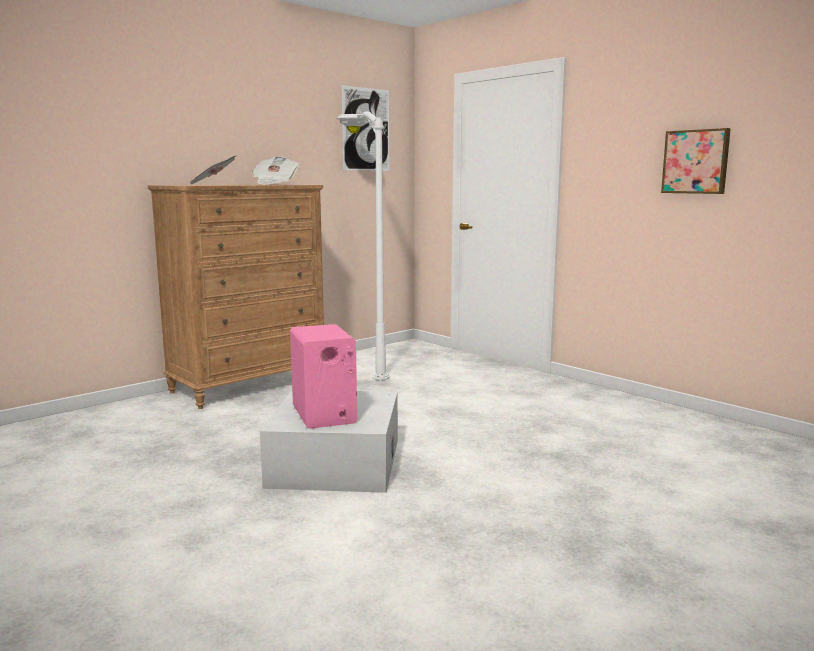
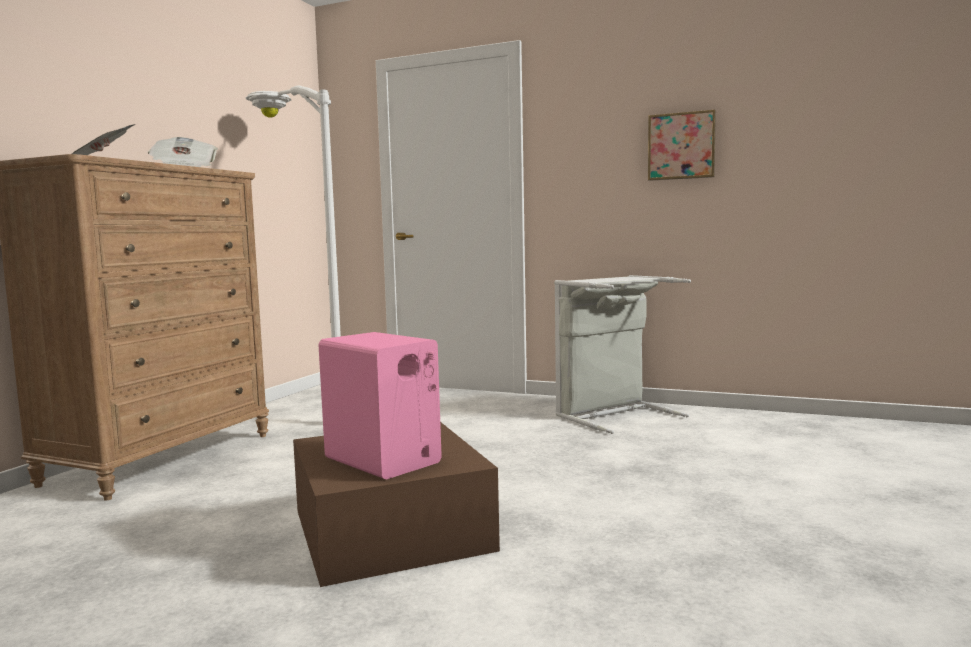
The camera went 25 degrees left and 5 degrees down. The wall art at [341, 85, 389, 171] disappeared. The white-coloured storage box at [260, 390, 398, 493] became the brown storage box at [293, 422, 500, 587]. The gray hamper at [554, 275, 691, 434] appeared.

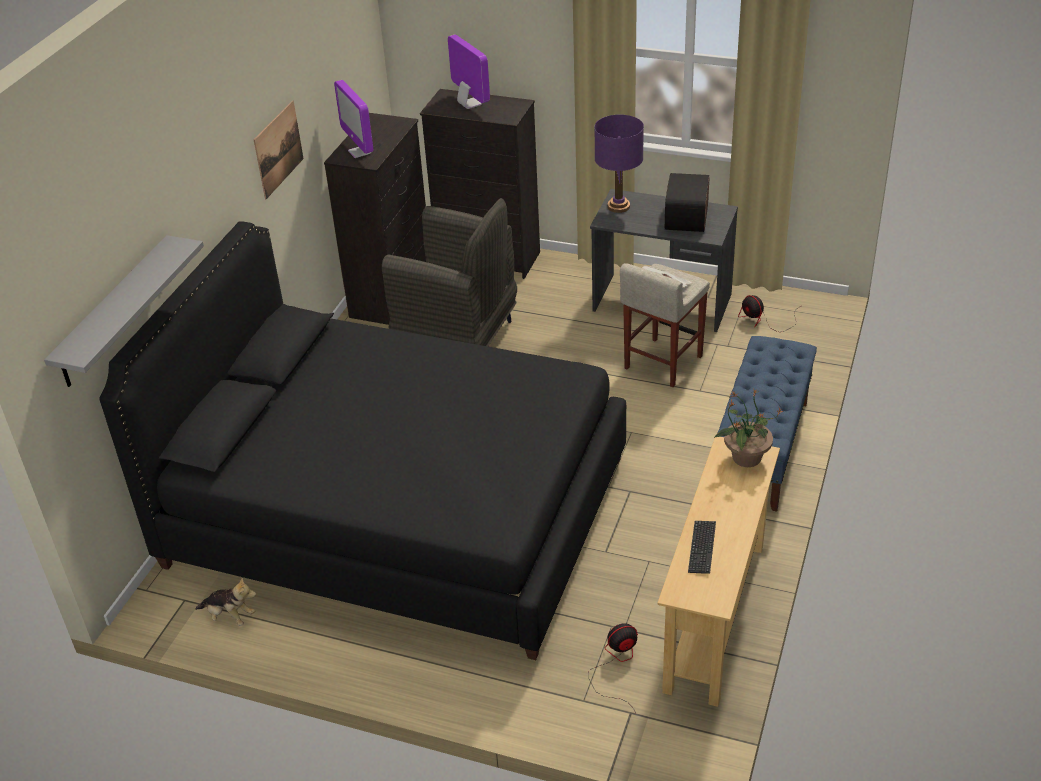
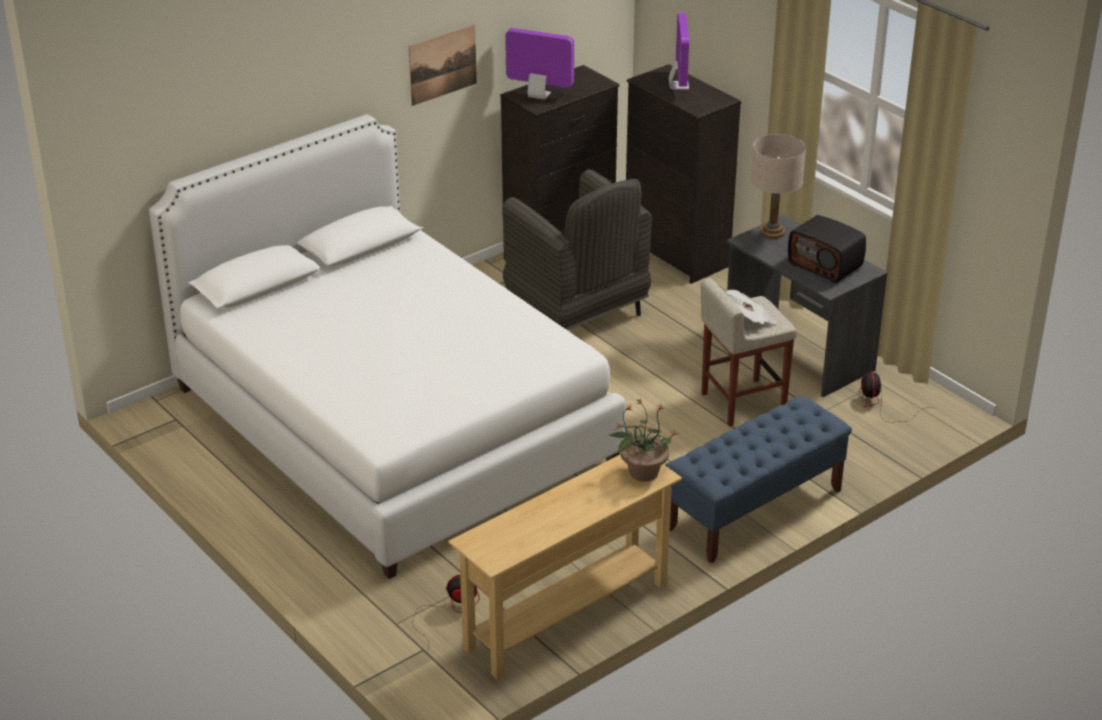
The camera went 30 degrees right and 5 degrees down. The monitor at [334, 80, 373, 158] turned 105 degrees clockwise. The purple-coloured lamp for a table at [594, 115, 644, 213] became the beige-coloured lamp for a table at [751, 134, 806, 239]. The radio at [665, 173, 710, 232] turned 90 degrees counterclockwise. The blackish sleeping bed at [99, 221, 626, 660] became the white-coloured sleeping bed at [149, 114, 626, 579]. The gray shelf at [44, 235, 204, 387] disappeared. The keyboard at [688, 521, 716, 574] disappeared. The plush toy at [195, 577, 256, 626] disappeared.

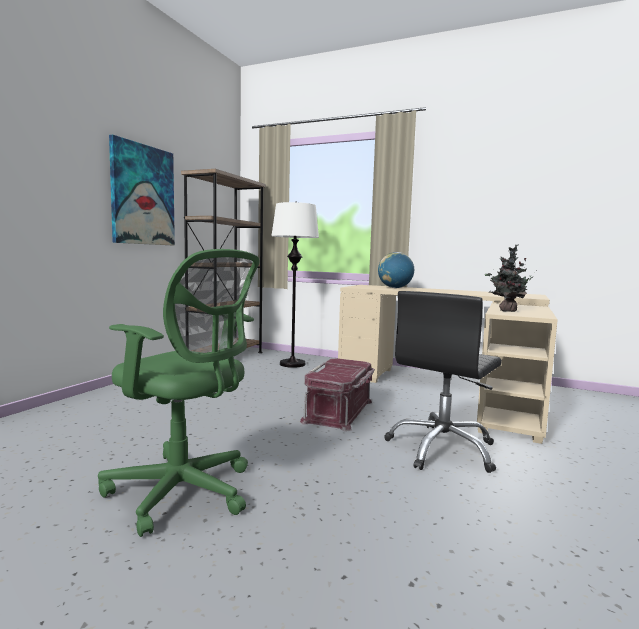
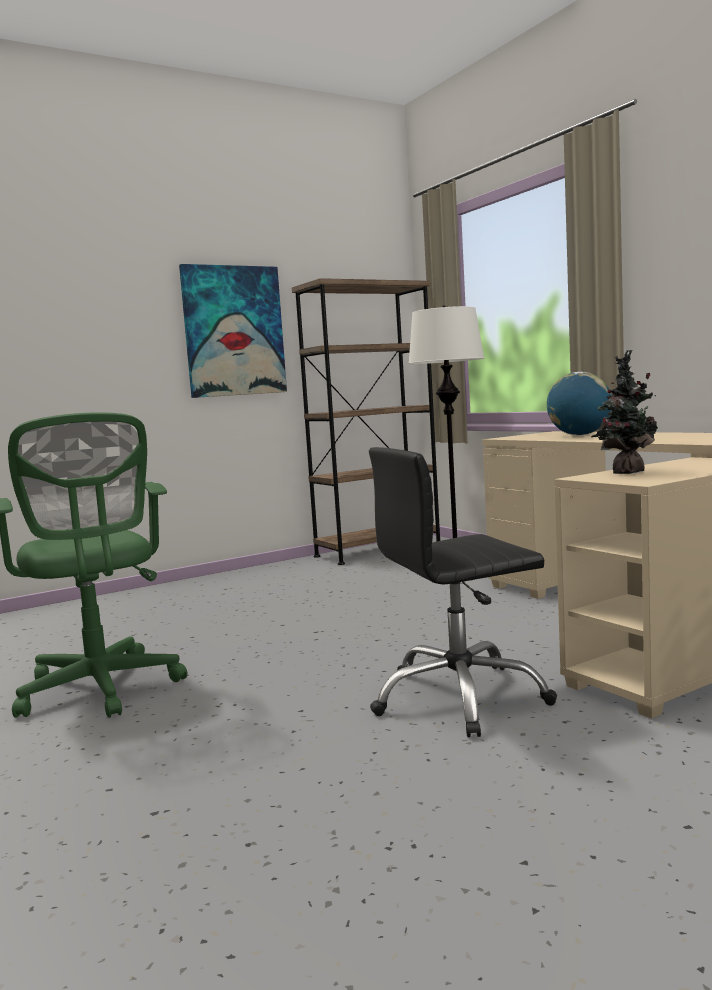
The camera went 35 degrees right and 0 degrees up. The red storage box at [300, 358, 375, 431] disappeared.

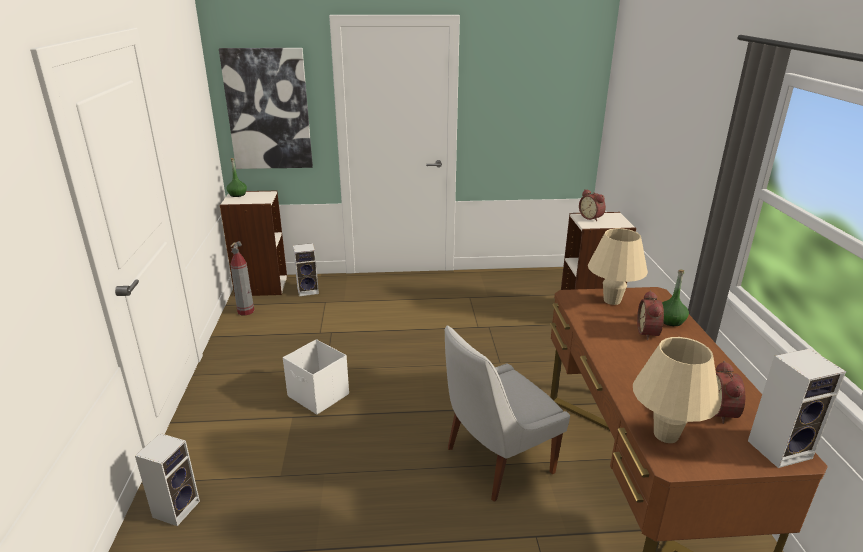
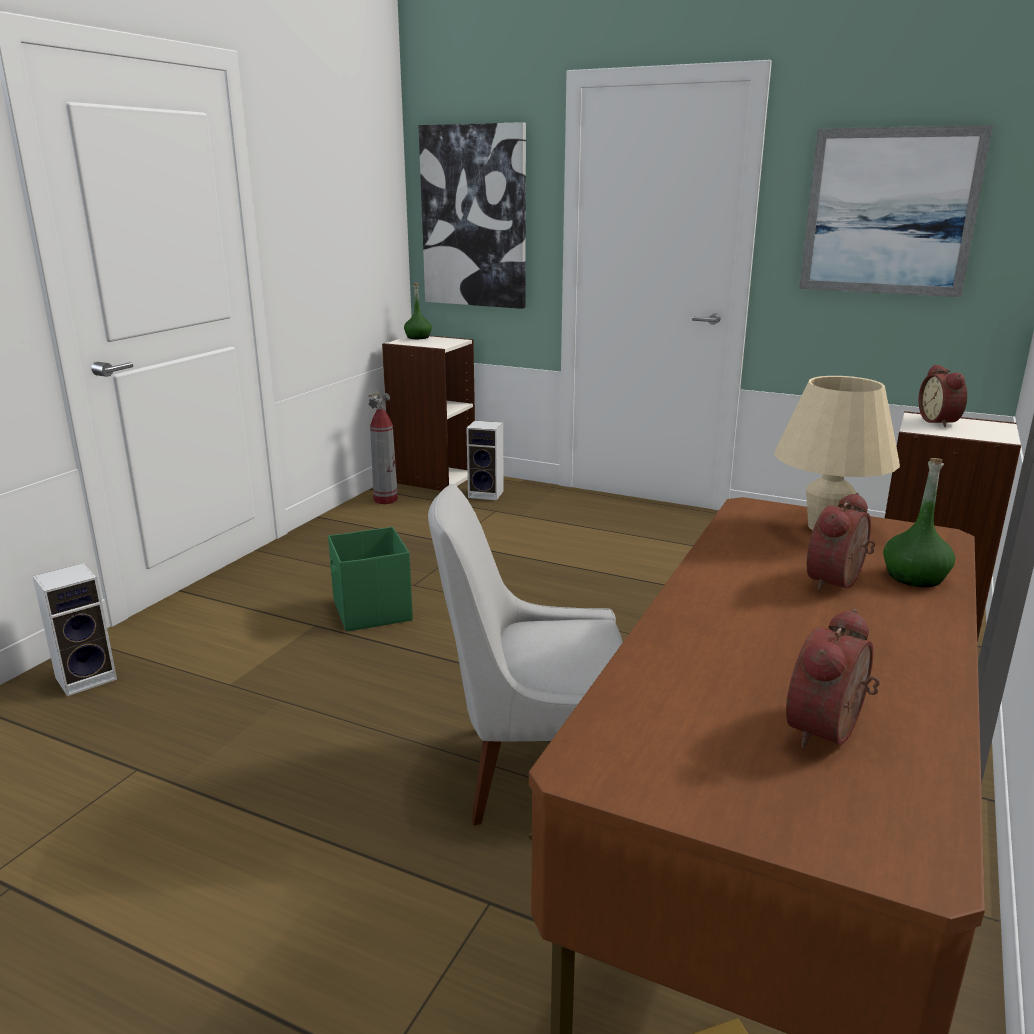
The camera went 30 degrees right and 5 degrees down. The beige-coloured lamp for a table at [633, 337, 721, 443] disappeared. The white-coloured storage box at [283, 339, 349, 415] became the green-coloured storage box at [328, 527, 413, 632]. The loudspeaker at [748, 349, 846, 468] disappeared. The wall art at [799, 125, 993, 297] appeared.

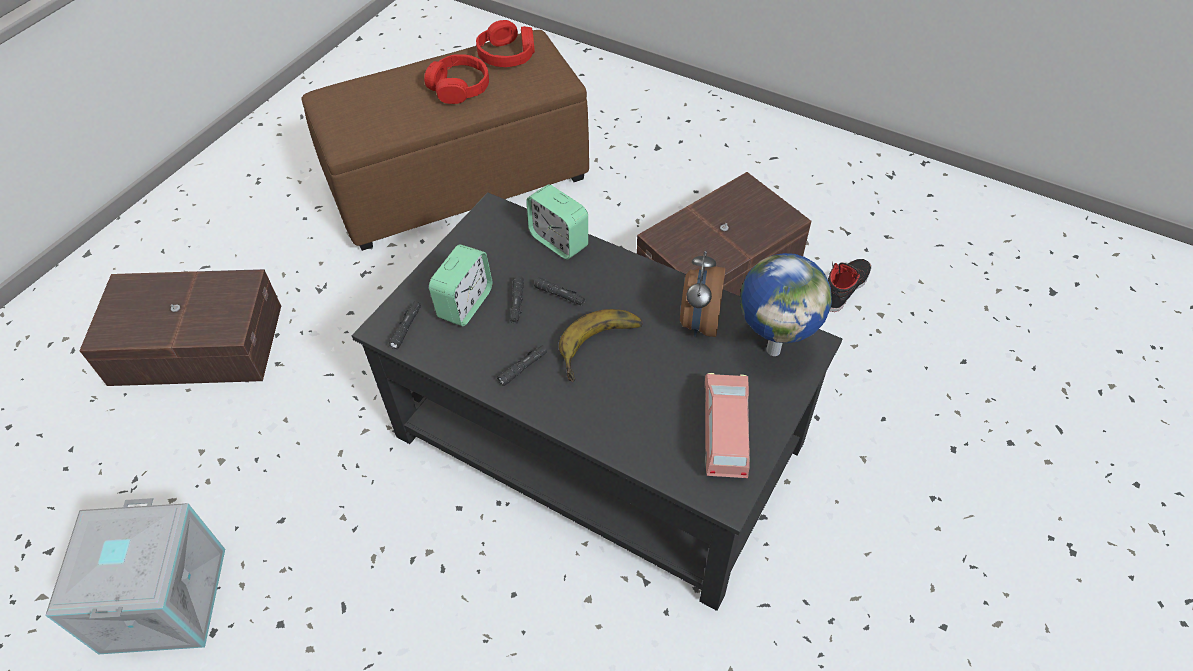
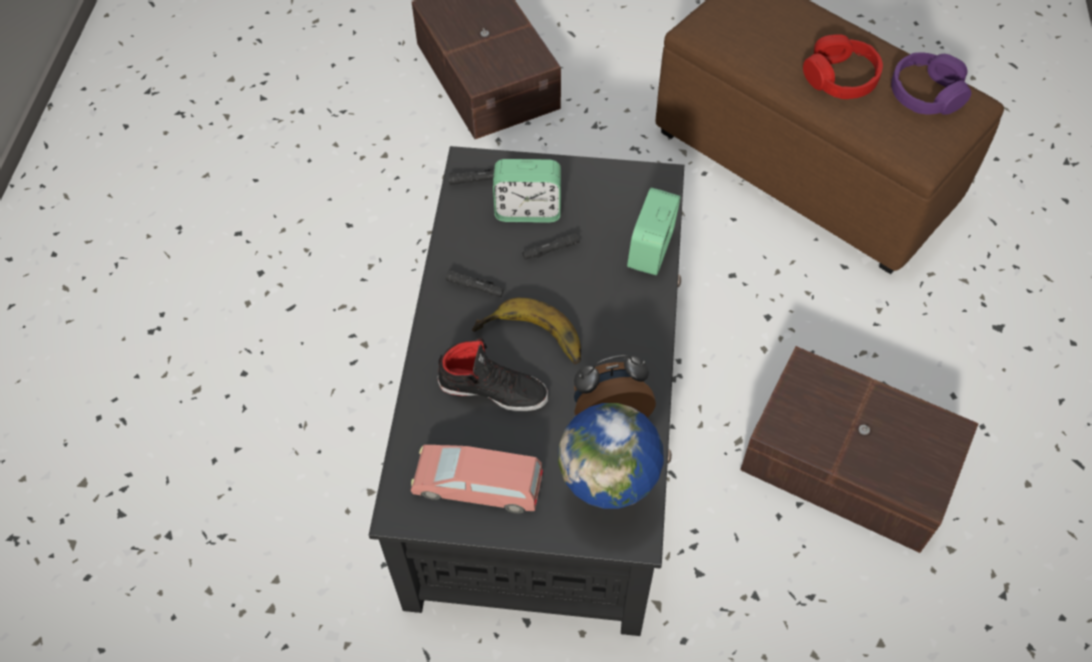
The camera went 65 degrees right and 5 degrees up. The red headphones at [476, 20, 535, 67] became the purple-coloured headphones at [891, 52, 971, 115]. The blackish low shoe moved from [828, 259, 871, 312] to [437, 337, 549, 411]. The blackish torch at [534, 277, 585, 306] disappeared. The pink-coloured model car at [705, 373, 750, 478] turned 150 degrees counterclockwise. The gray storage box at [45, 498, 225, 654] disappeared.

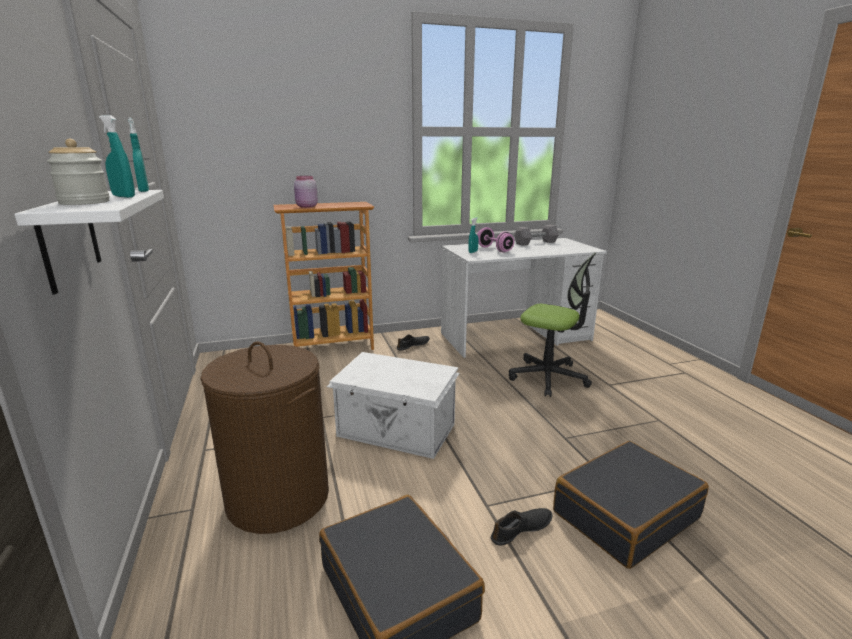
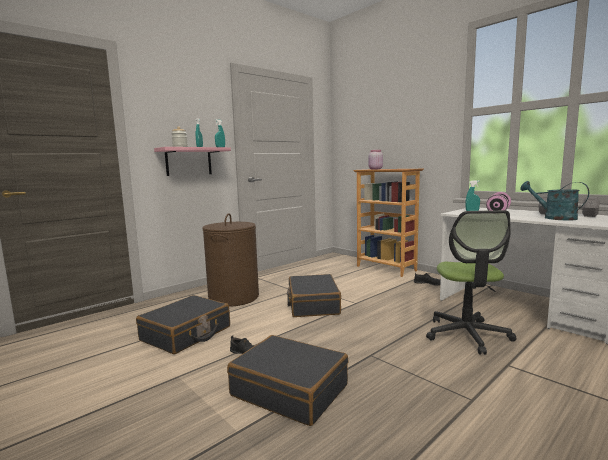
The camera went 65 degrees right and 10 degrees down. The white-coloured shelf at [15, 190, 164, 295] became the pink-coloured shelf at [154, 147, 231, 176]. The white-coloured storage box at [327, 352, 460, 459] was replaced by the blackish suitcase at [287, 274, 341, 317]. The turquoise-coloured watering pot at [520, 181, 589, 221] appeared.

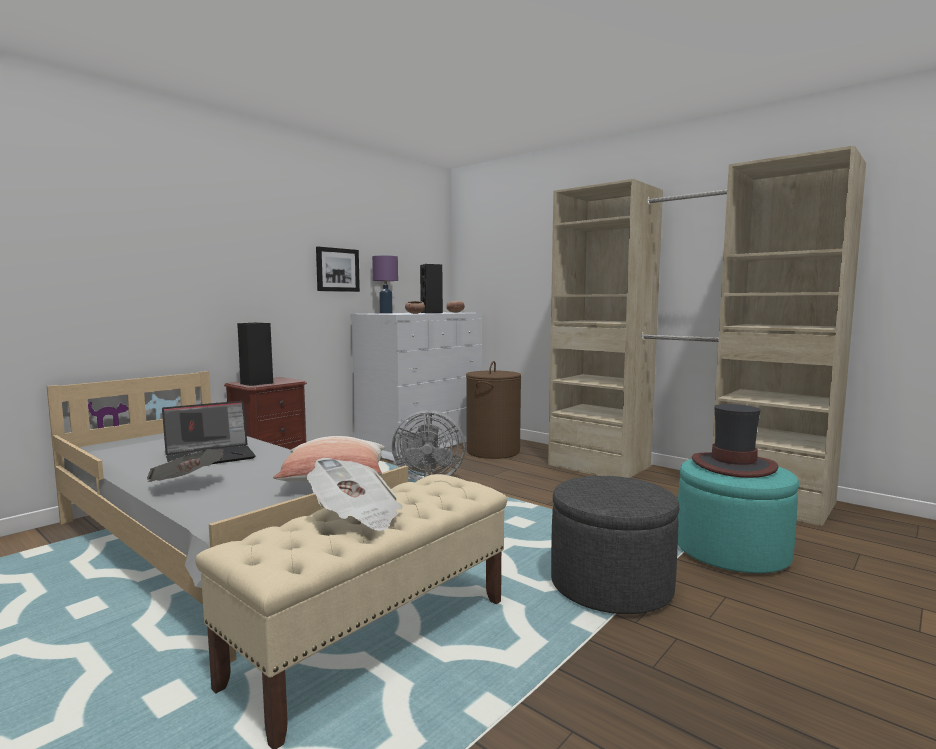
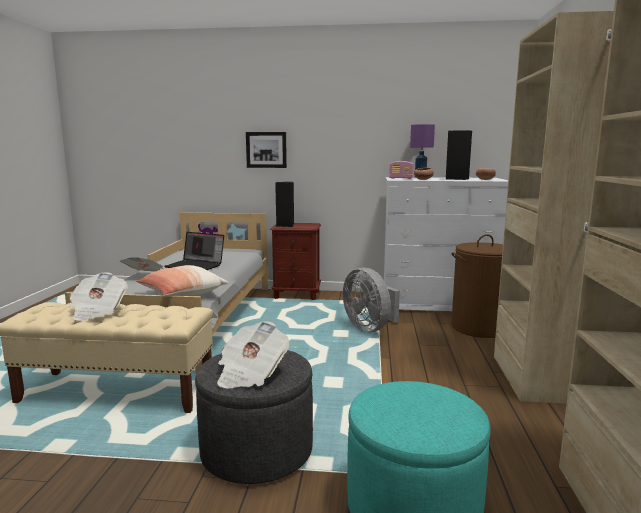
The camera went 55 degrees right and 5 degrees up. The wall art moved from [316, 246, 360, 292] to [246, 132, 287, 168]. The wearable hat at [692, 404, 778, 478] disappeared. The radio at [389, 161, 413, 179] appeared. The printed paper at [217, 321, 289, 388] appeared.

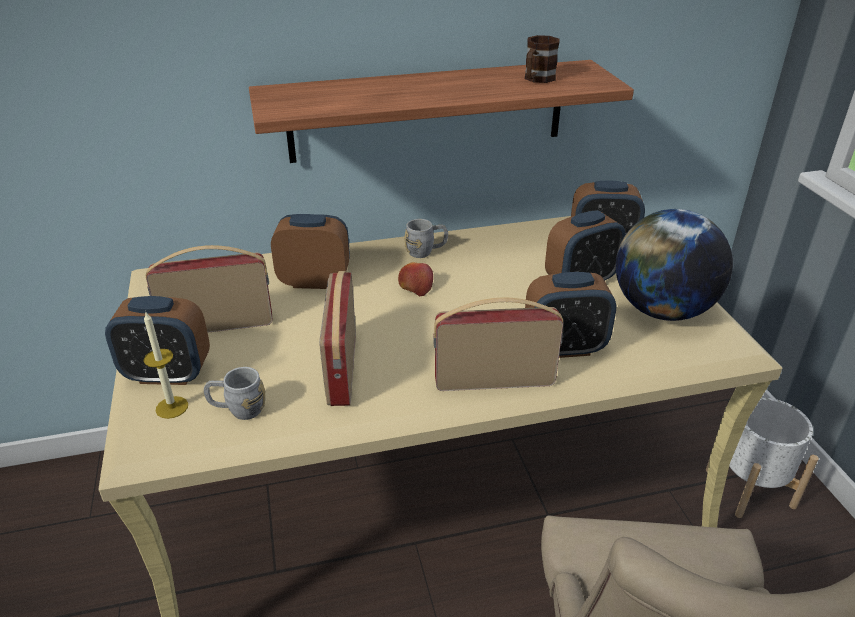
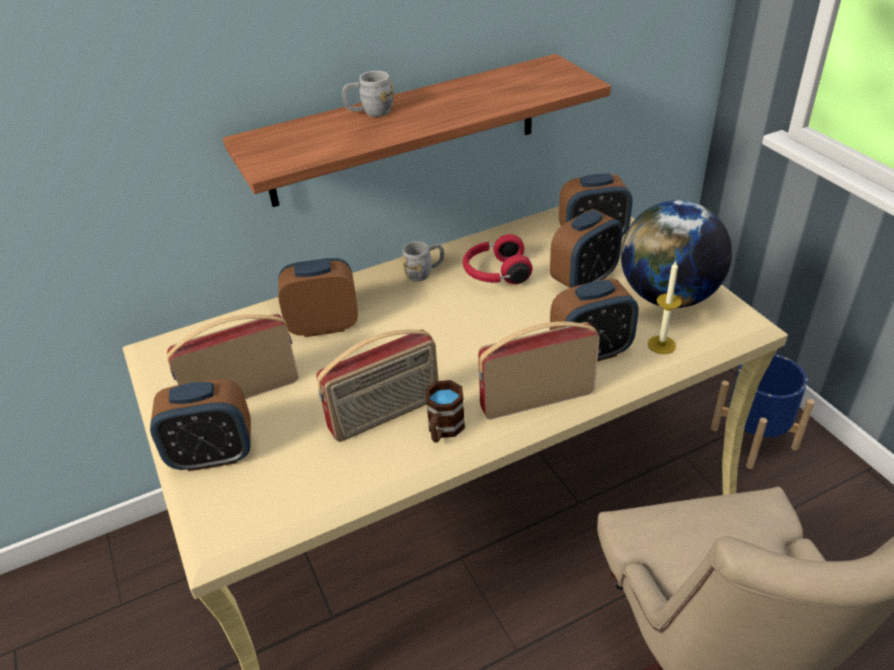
The camera went 10 degrees left and 5 degrees up. The brown mug moved from [525, 35, 559, 83] to [425, 380, 465, 443]. The whole apple at [398, 262, 433, 296] disappeared. The radio at [319, 271, 356, 406] turned 105 degrees counterclockwise. The wax light moved from [144, 312, 188, 419] to [648, 261, 682, 354]. The gray mug moved from [204, 367, 265, 420] to [342, 71, 394, 117]. The white-coloured flower pot at [706, 398, 819, 518] became the bluish flower pot at [711, 354, 815, 469]. The red headphones at [463, 234, 533, 284] appeared.

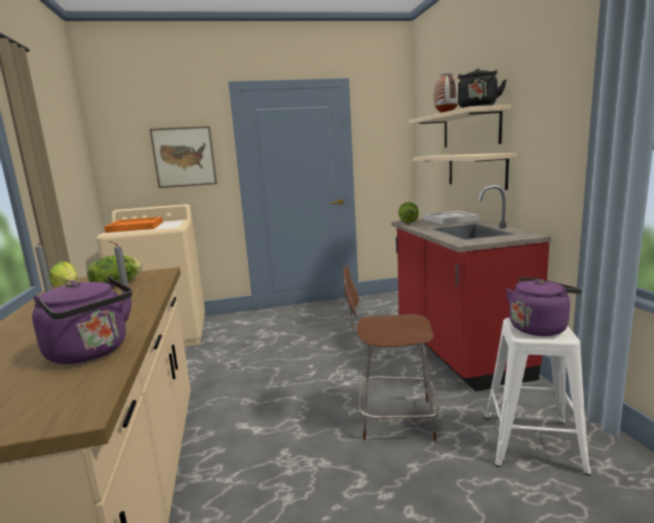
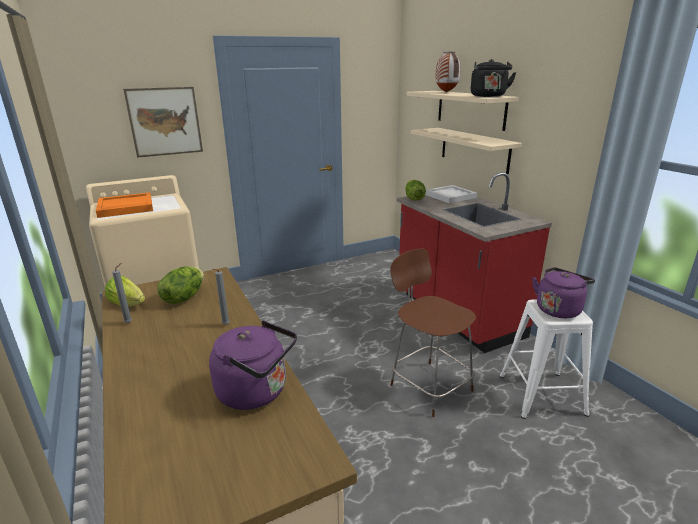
The camera went 15 degrees left and 10 degrees up. The brown upright chair at [343, 266, 439, 441] turned 60 degrees clockwise.

